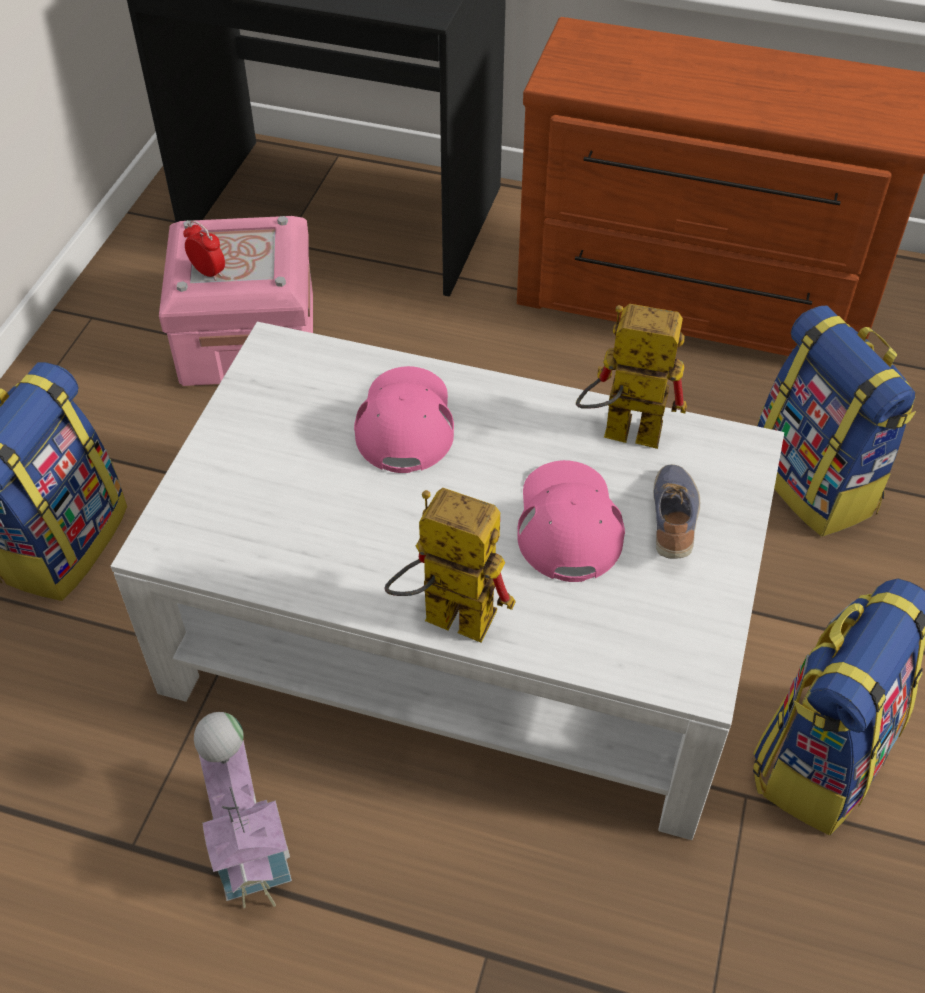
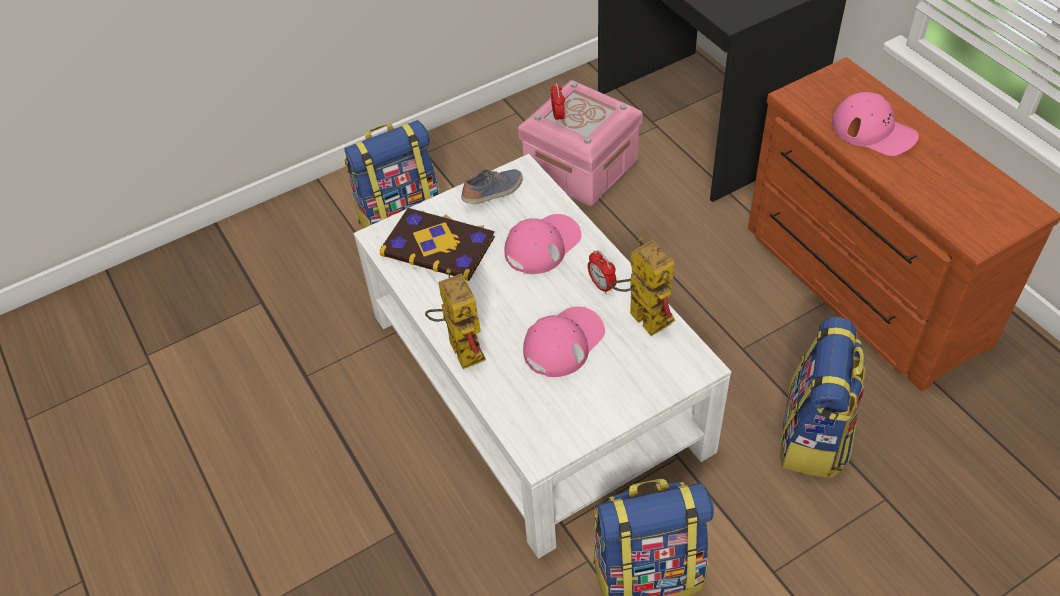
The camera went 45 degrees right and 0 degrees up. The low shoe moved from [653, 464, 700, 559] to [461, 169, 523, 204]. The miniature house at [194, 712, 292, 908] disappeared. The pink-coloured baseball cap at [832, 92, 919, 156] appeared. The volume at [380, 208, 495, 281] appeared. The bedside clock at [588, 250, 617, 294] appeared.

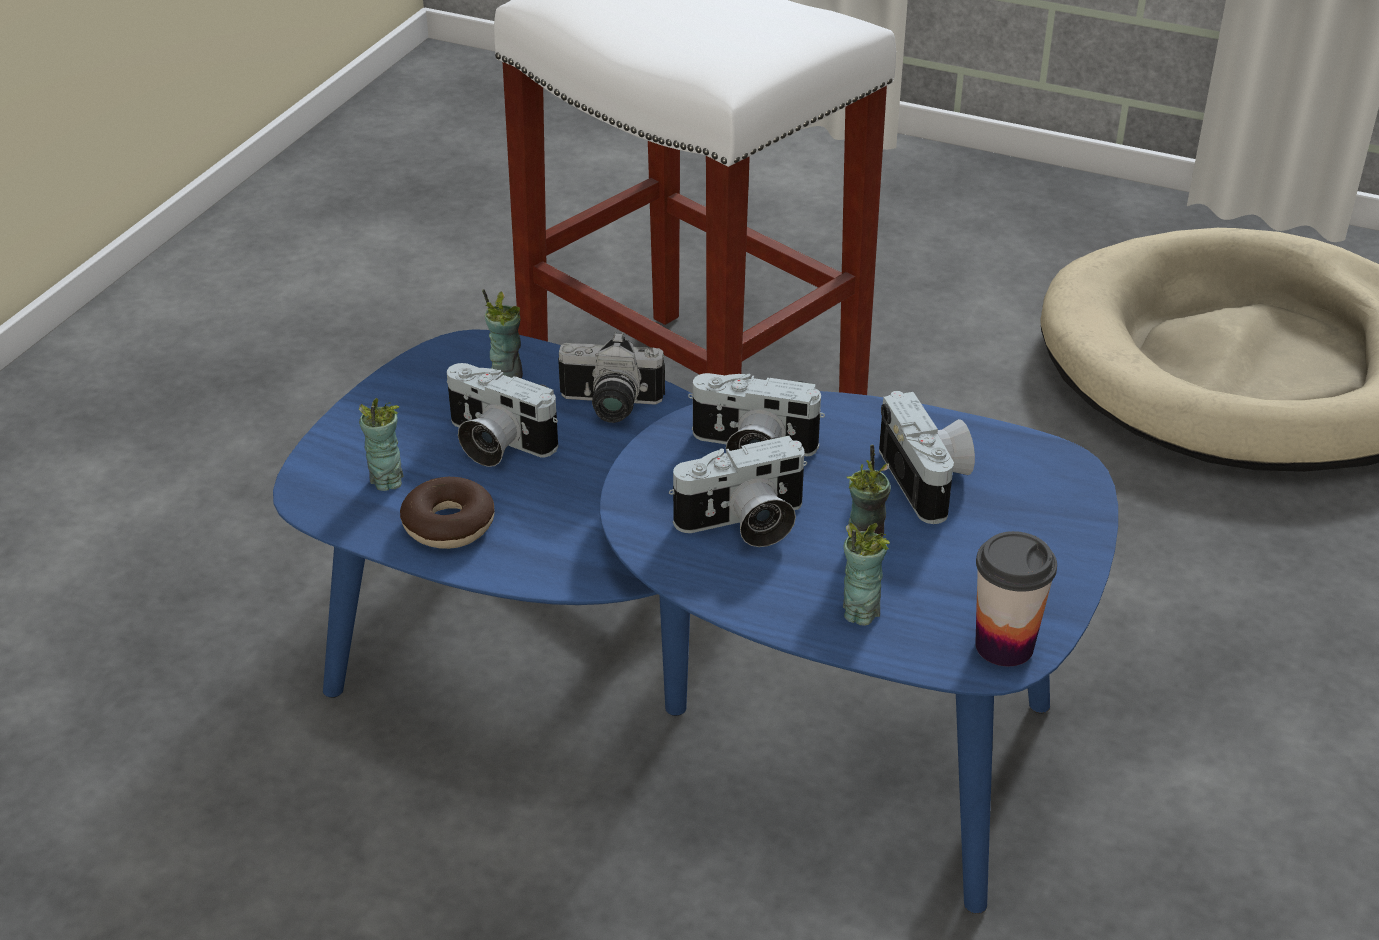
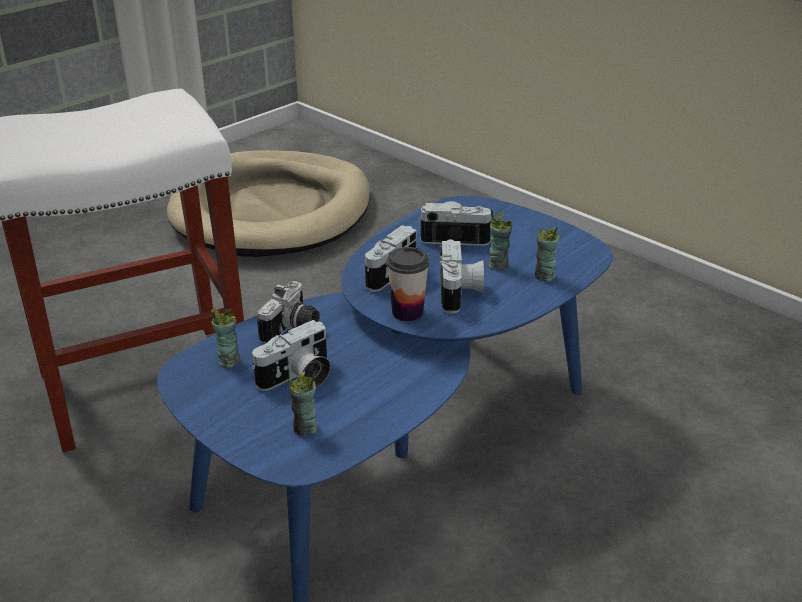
The camera went 70 degrees left and 5 degrees down. The donut at [400, 477, 494, 549] disappeared. The small cup moved from [975, 531, 1057, 666] to [386, 247, 429, 321].

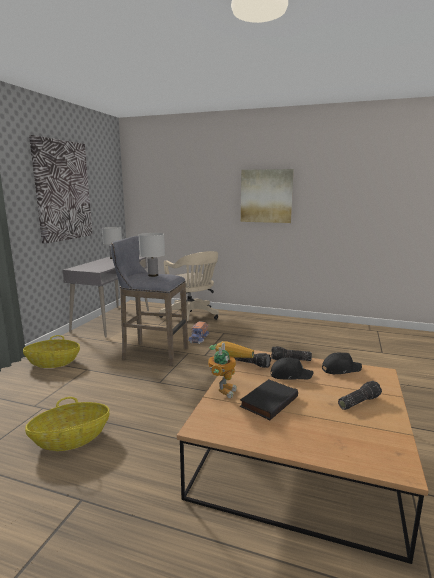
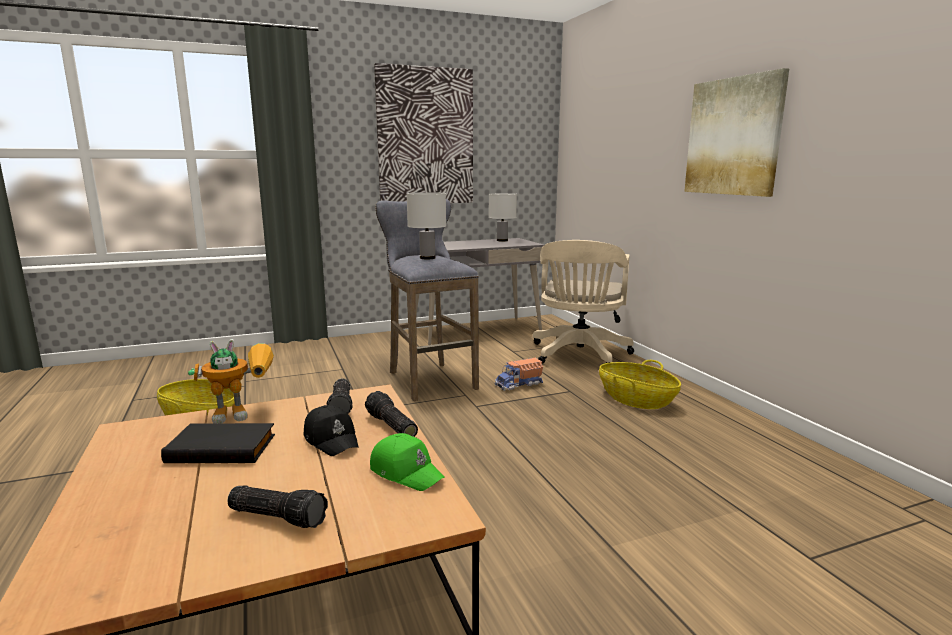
The camera went 50 degrees right and 0 degrees up. The basket moved from [23, 335, 80, 368] to [599, 360, 681, 409]. The blackish baseball cap at [322, 352, 362, 374] became the green-coloured baseball cap at [370, 433, 445, 491].

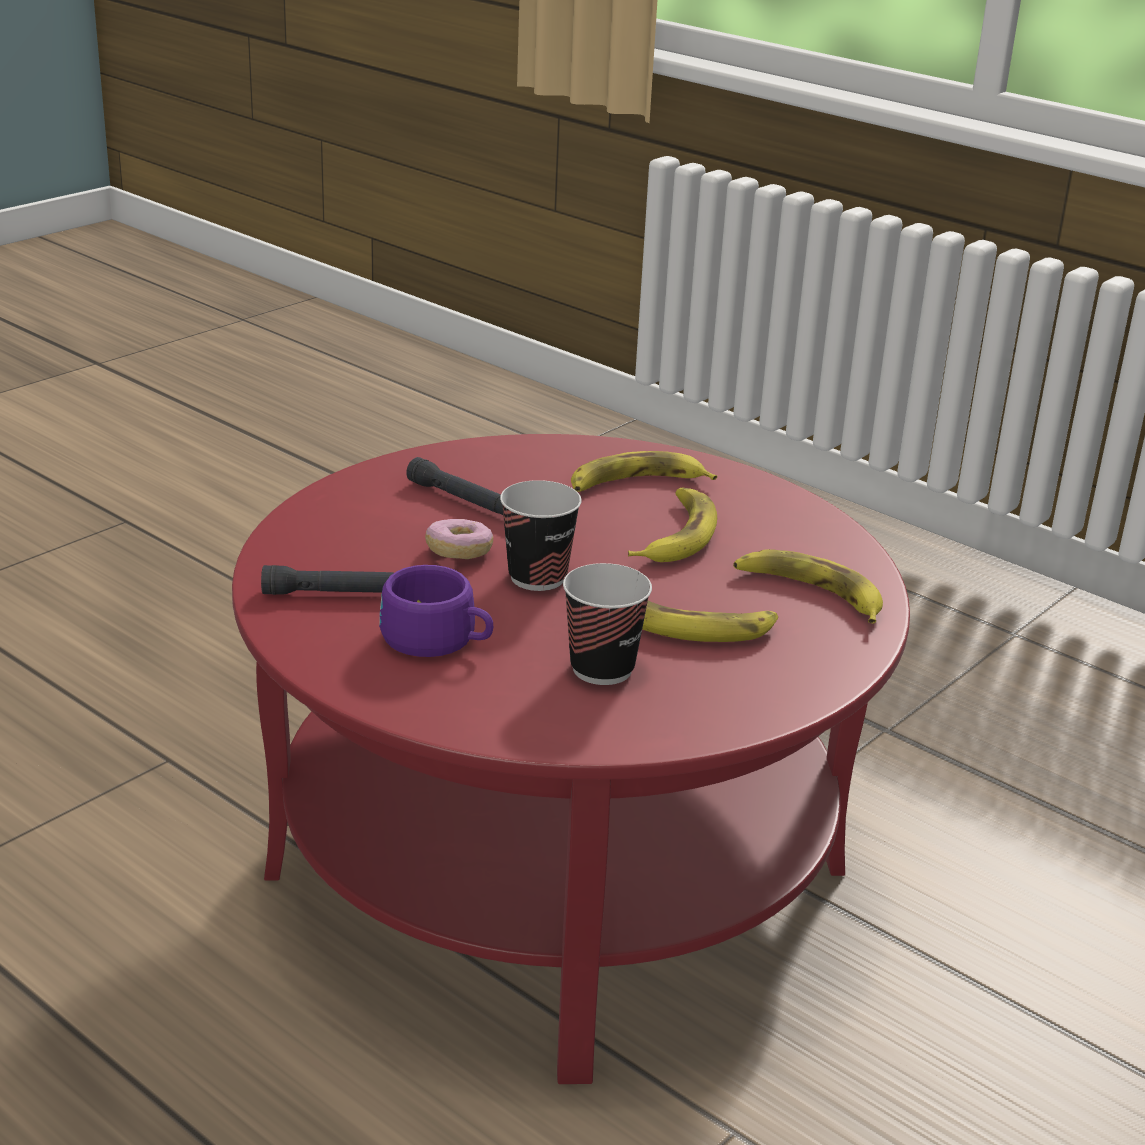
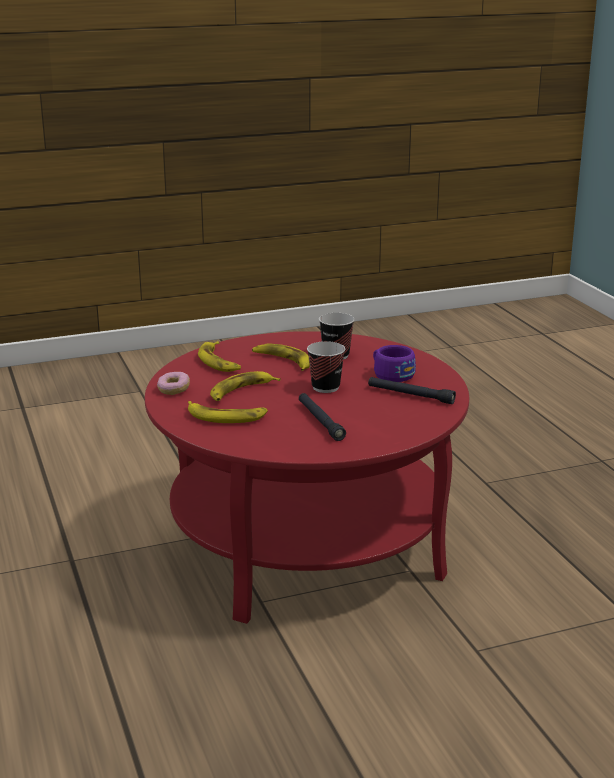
The camera went 150 degrees left and 5 degrees down. The donut moved from [425, 519, 493, 559] to [157, 372, 190, 395].

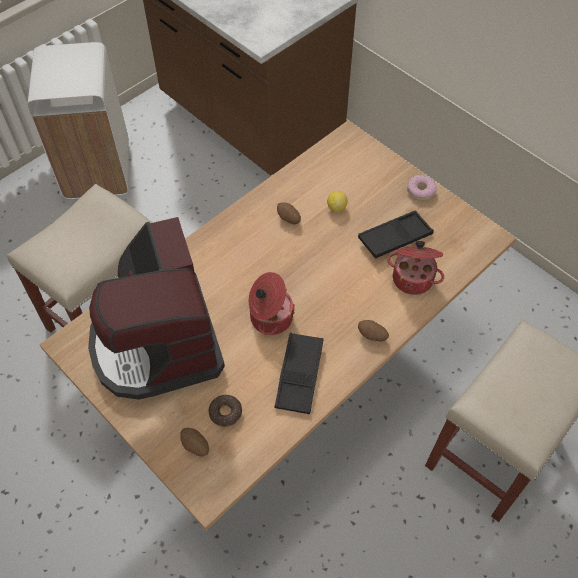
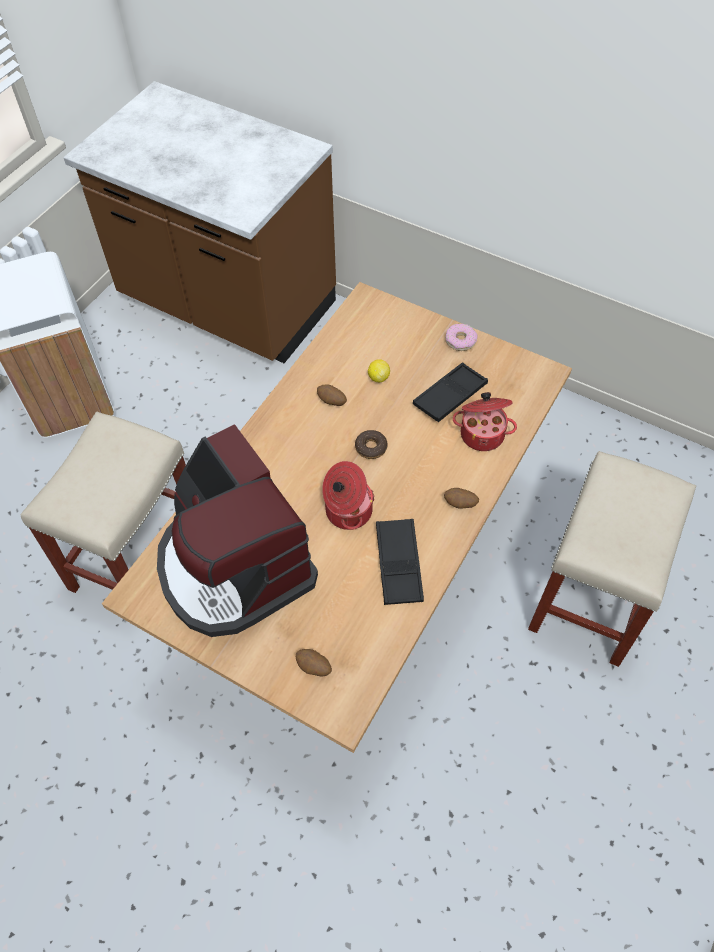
The camera went 15 degrees left and 0 degrees up. The donut moved from [209, 395, 242, 427] to [355, 430, 388, 459].

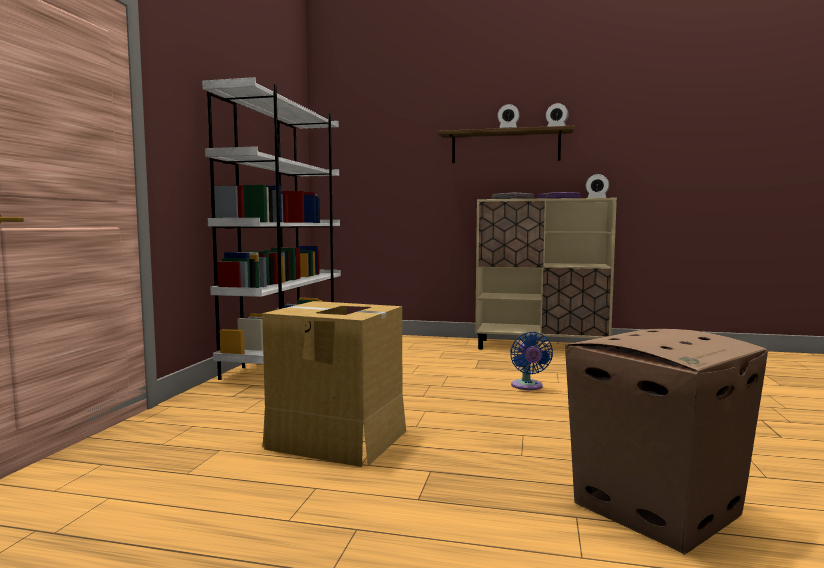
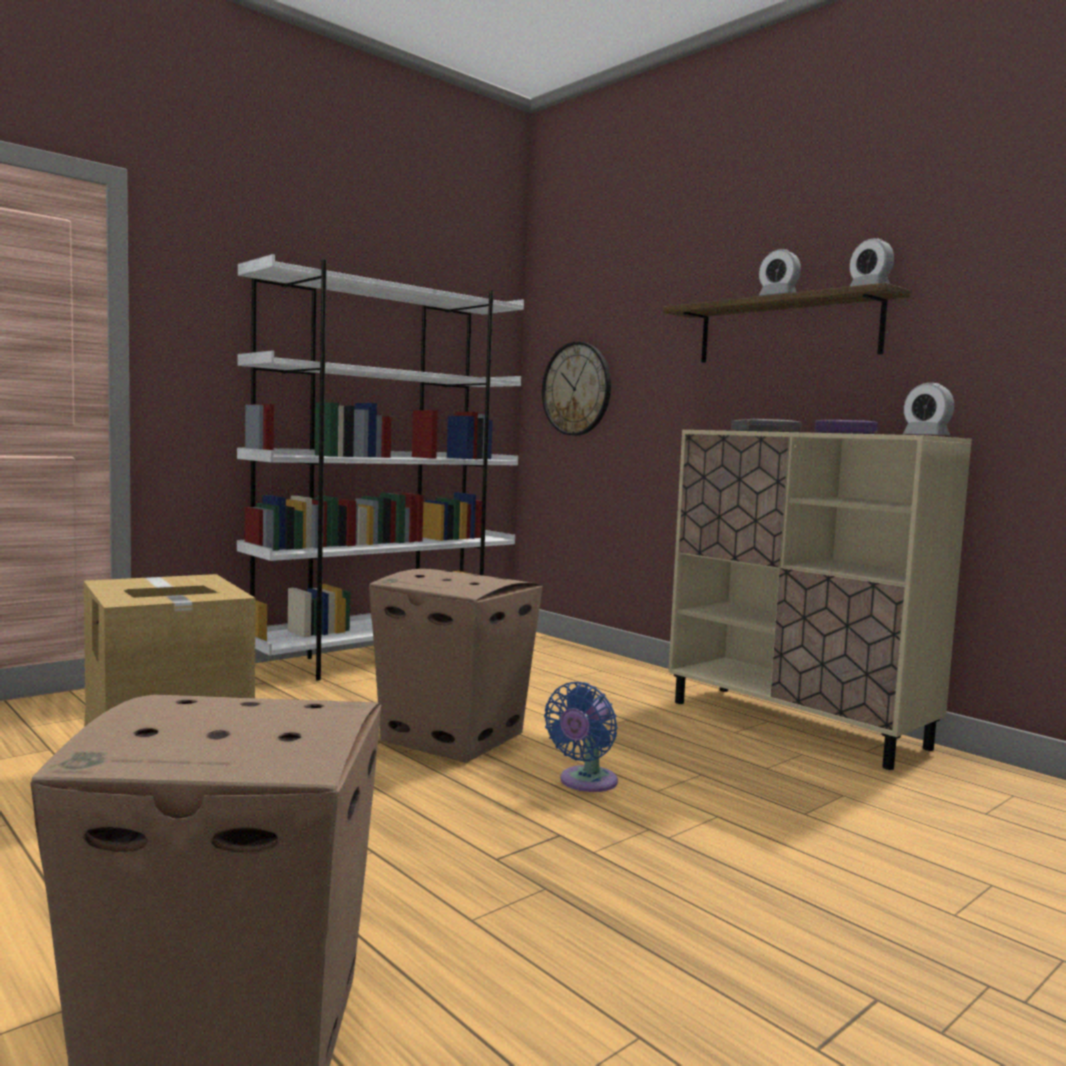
The camera went 35 degrees right and 0 degrees up. The wall clock at [542, 342, 611, 436] appeared. The packing box at [369, 569, 543, 763] appeared.

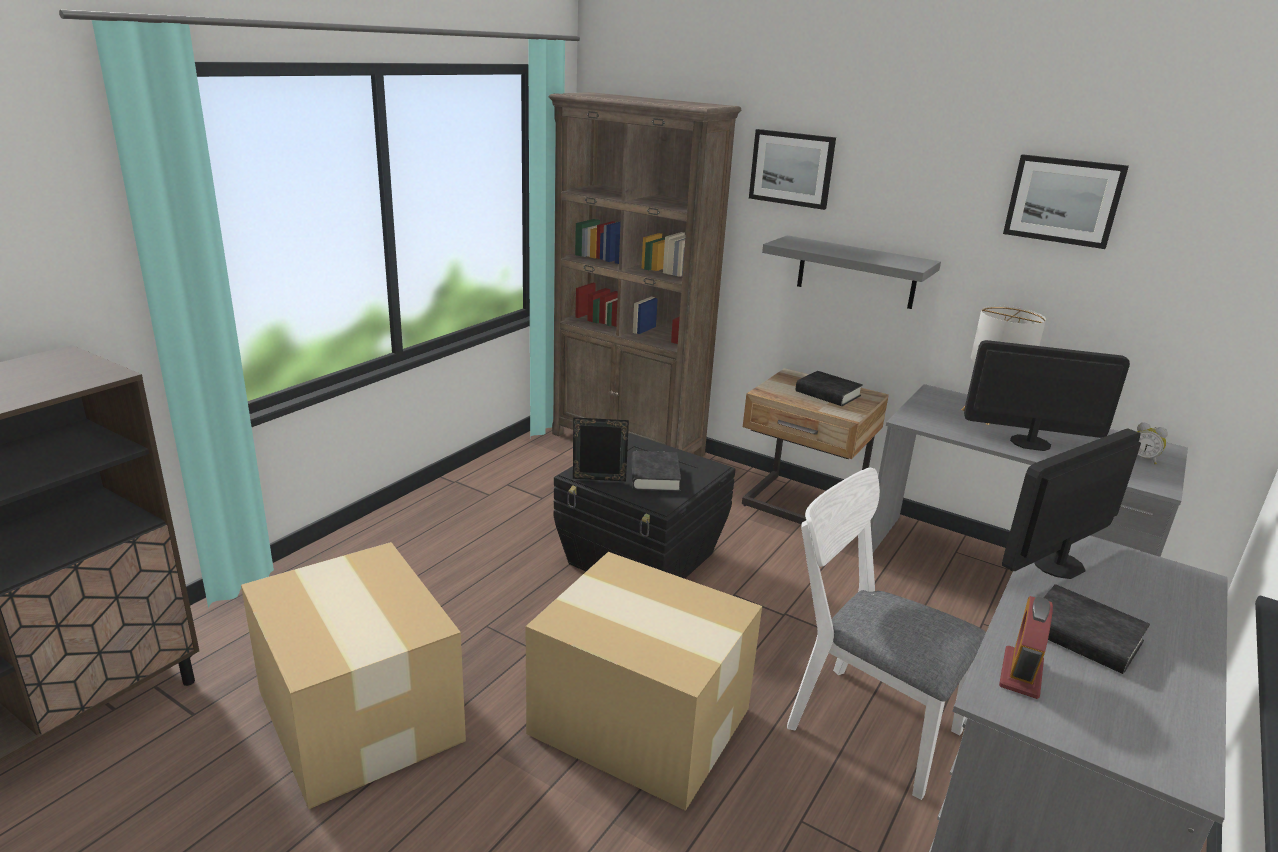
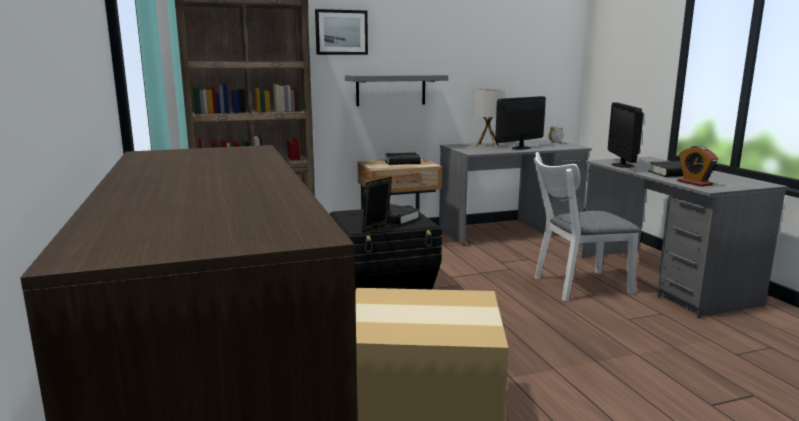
The camera went 50 degrees left and 10 degrees down. The wall art at [1003, 154, 1129, 249] disappeared. The packing box at [526, 552, 762, 811] disappeared.

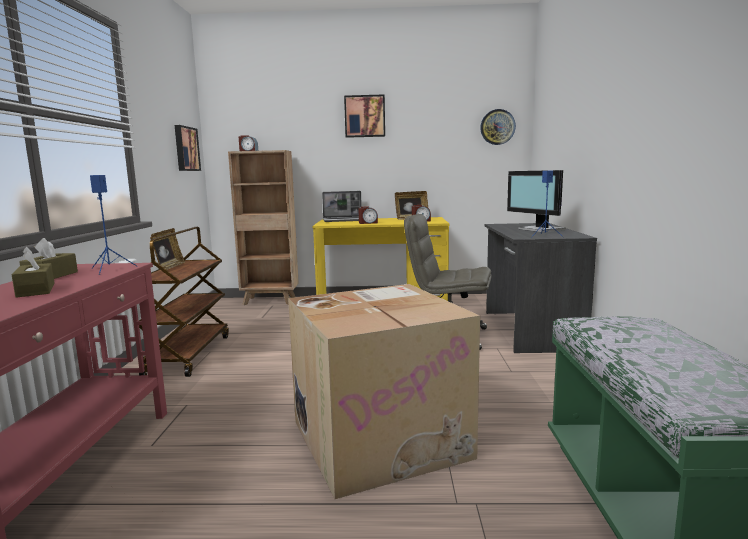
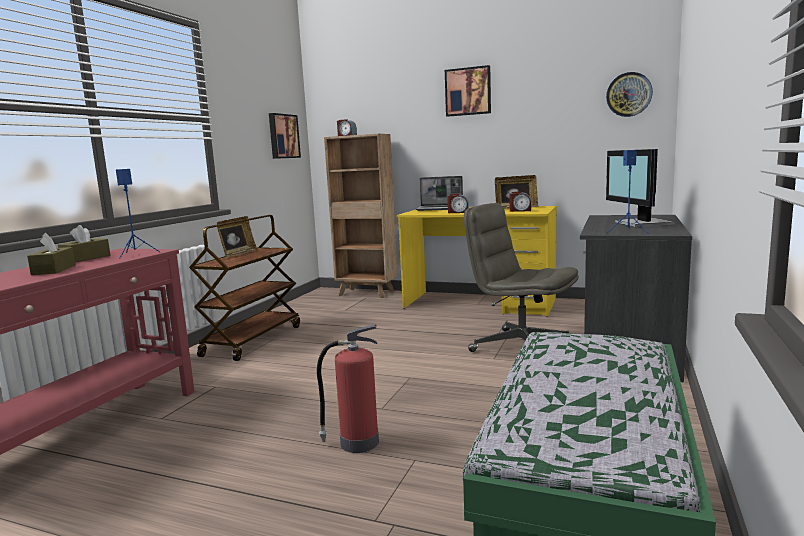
The camera went 20 degrees right and 0 degrees up. The packing box at [288, 284, 480, 499] was replaced by the fire-fighting cylinder at [317, 324, 379, 453].

